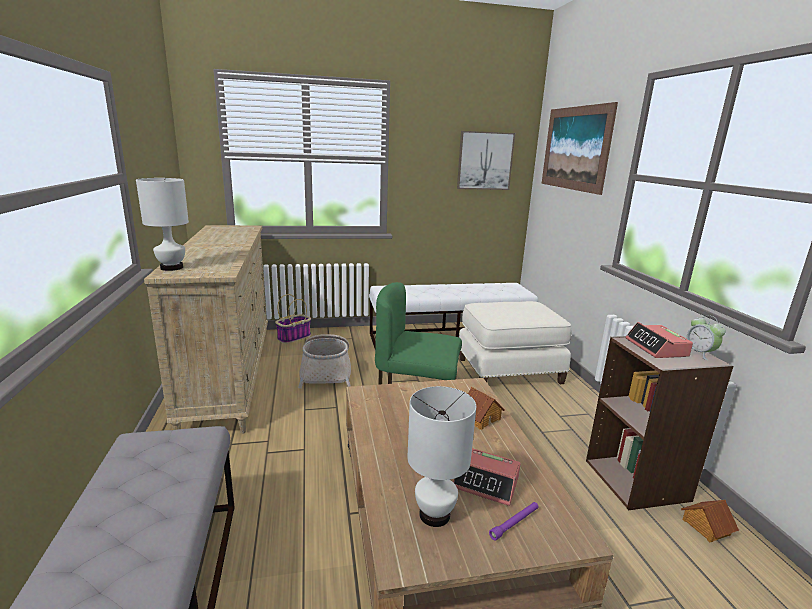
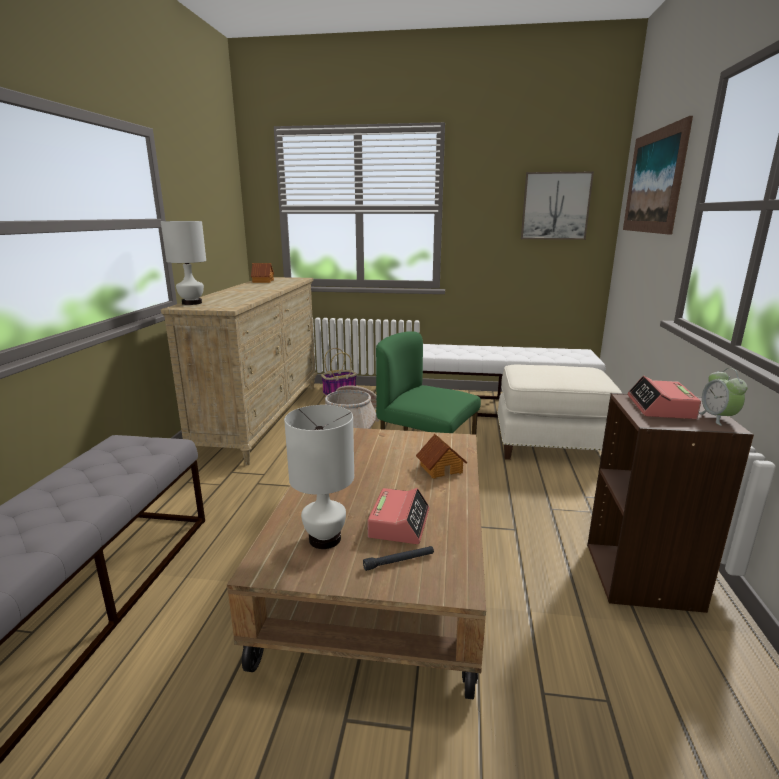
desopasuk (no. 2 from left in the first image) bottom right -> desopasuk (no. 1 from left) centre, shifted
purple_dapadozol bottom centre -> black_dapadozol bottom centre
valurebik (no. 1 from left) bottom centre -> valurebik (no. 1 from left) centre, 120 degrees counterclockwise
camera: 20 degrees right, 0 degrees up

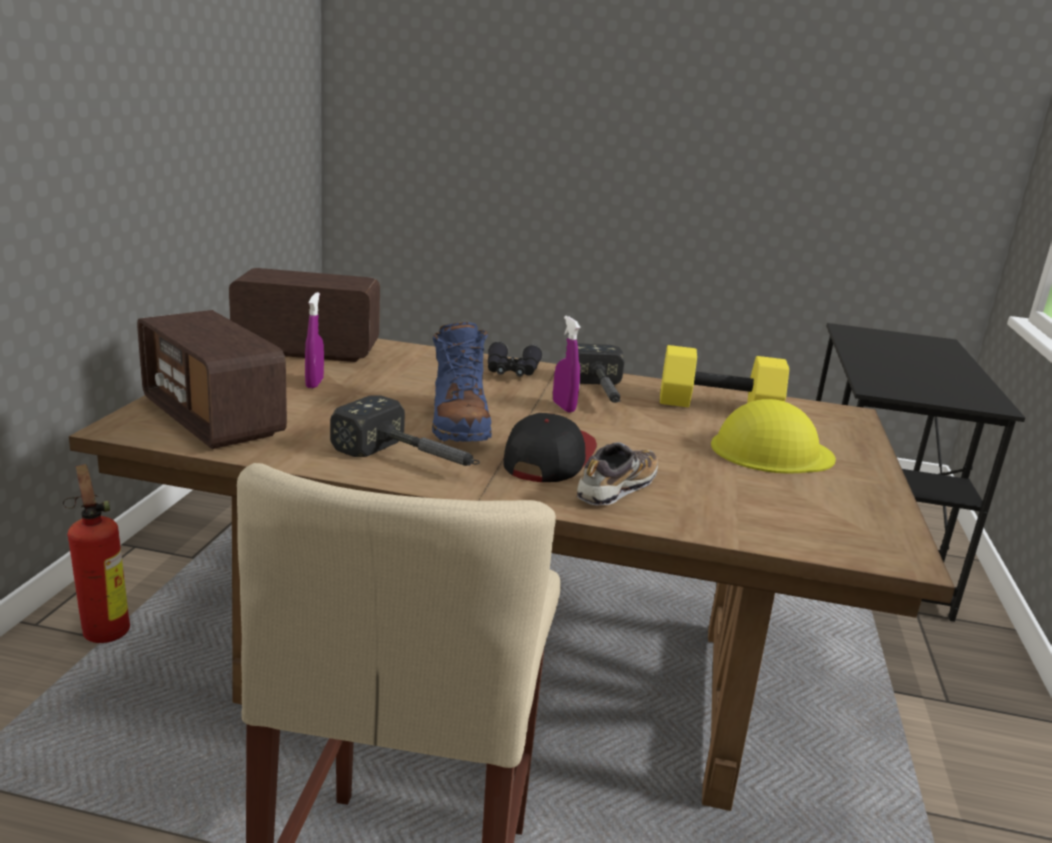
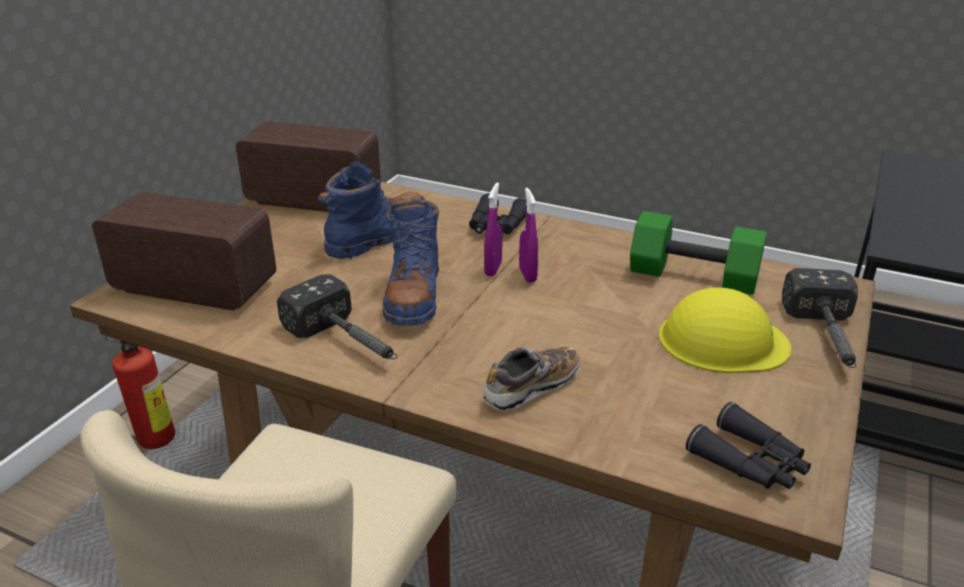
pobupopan (no. 1 from left) middle left, 135 degrees clockwise
none -> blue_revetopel (no. 1 from left) centre
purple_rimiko (no. 1 from left) middle left -> purple_rimiko (no. 1 from left) centre, shifted
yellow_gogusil middle right -> green_gogusil middle right
none -> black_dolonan (no. 2 from left) bottom right
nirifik (no. 2 from left) centre -> nirifik (no. 2 from left) middle right, shifted
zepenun centre -> none
camera: 15 degrees right, 10 degrees up

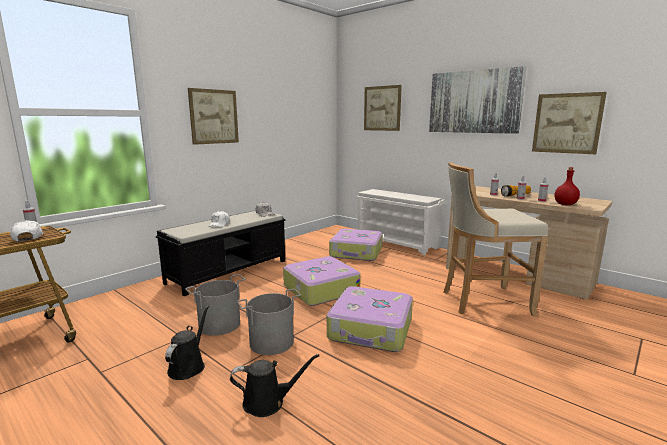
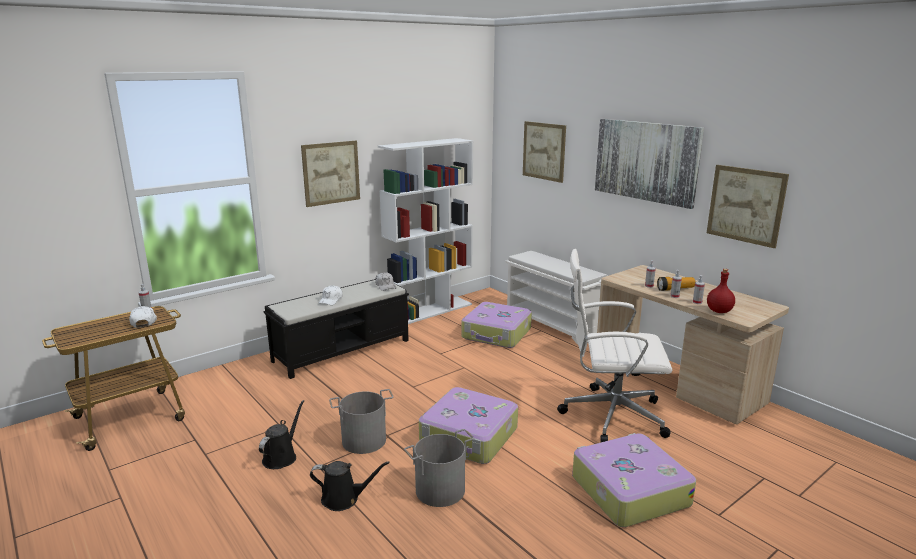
none -> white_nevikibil centre
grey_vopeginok (no. 1 from left in the first image) bottom left -> grey_vopeginok (no. 2 from left) bottom centre, shifted
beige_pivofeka middle right -> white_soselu middle right
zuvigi (no. 1 from left in the first image) centre -> zuvigi (no. 3 from left) bottom right, shifted
camera: 10 degrees right, 5 degrees up

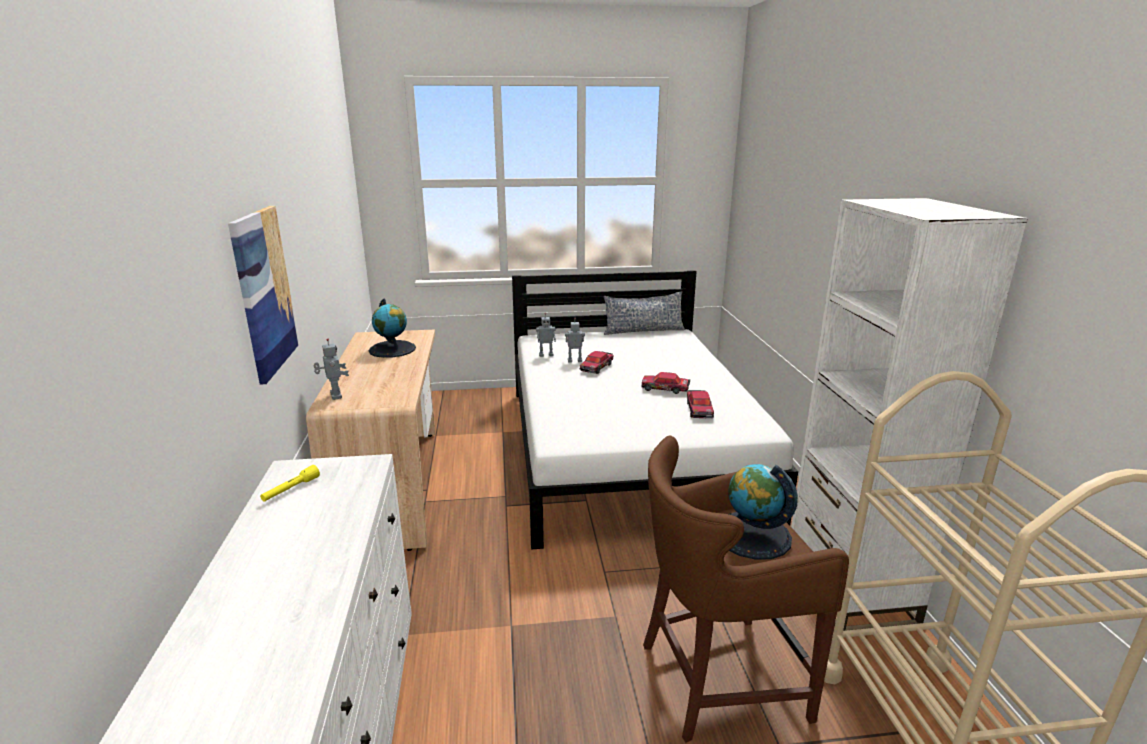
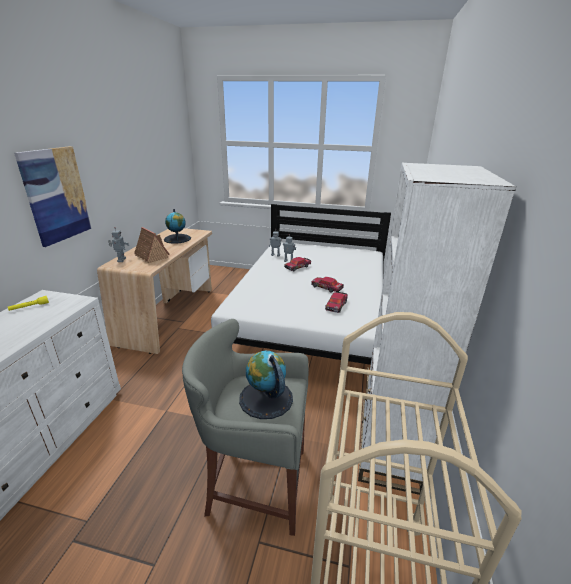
none -> desopasuk middle left
brown_pivofeka bottom centre -> grey_pivofeka bottom centre
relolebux centre -> none
camera: 20 degrees right, 5 degrees up

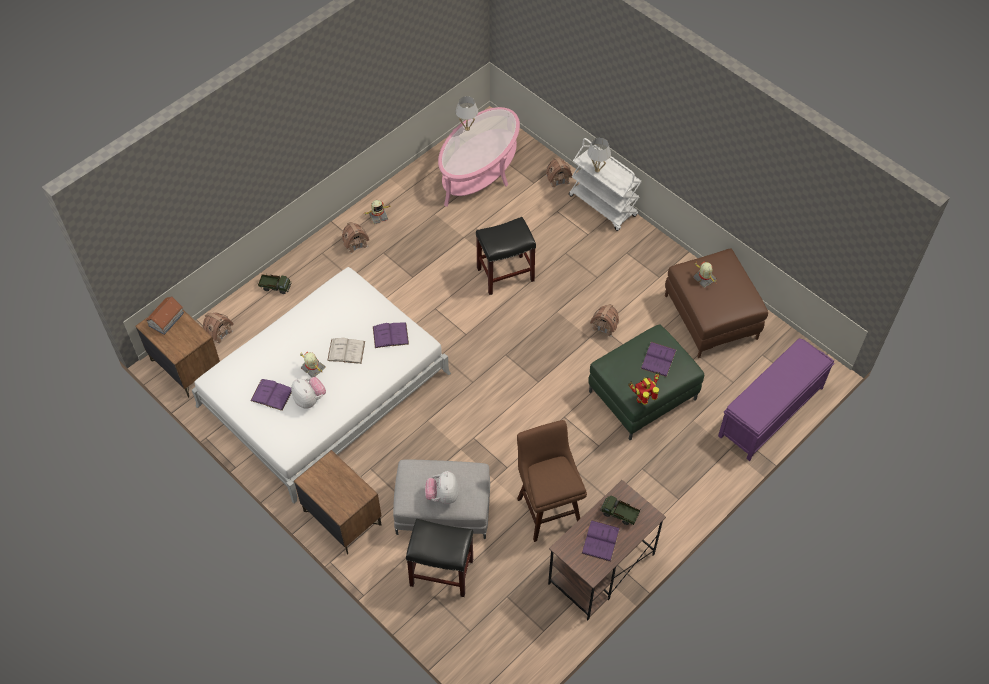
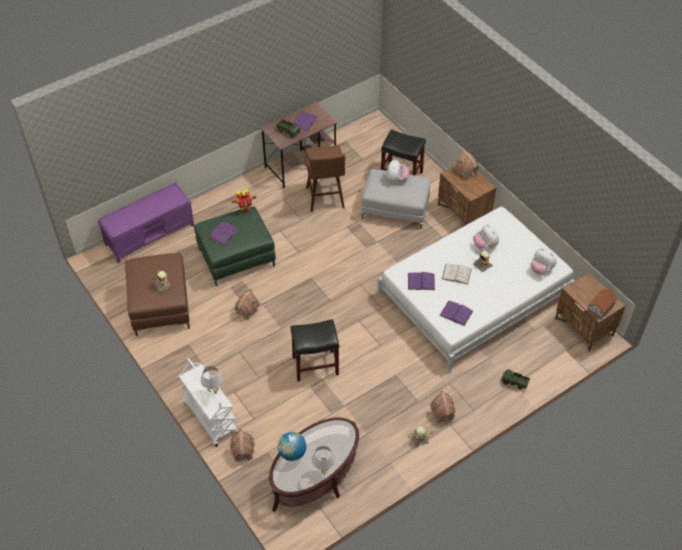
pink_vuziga top centre -> brown_vuziga bottom centre
none -> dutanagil bottom centre
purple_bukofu (no. 1 from left in the first image) middle left -> purple_bukofu (no. 4 from left) middle right, shifted
desopasuk (no. 2 from left in the first image) middle left -> desopasuk (no. 4 from left) top right, shifted
none -> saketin (no. 3 from left) middle right
camera: 170 degrees left, 5 degrees down

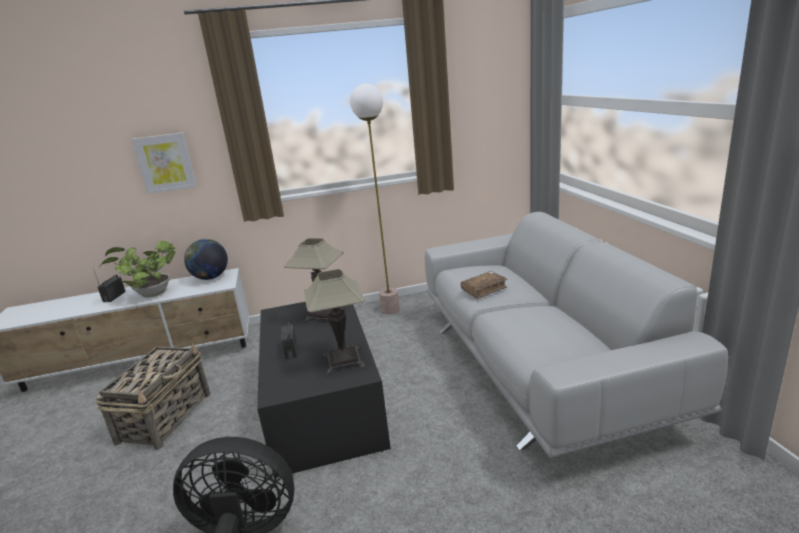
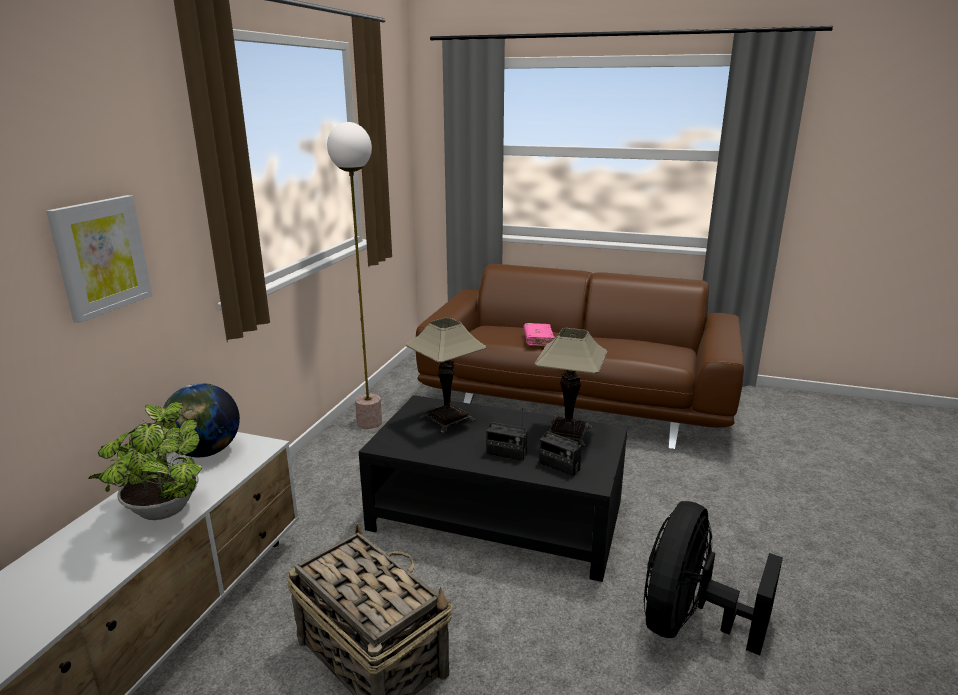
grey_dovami middle right -> brown_dovami centre
brown_bukofu centre -> pink_bukofu centre
pobupopan (no. 1 from left in the first image) middle left -> pobupopan (no. 2 from left) centre, shifted
camera: 60 degrees left, 0 degrees up

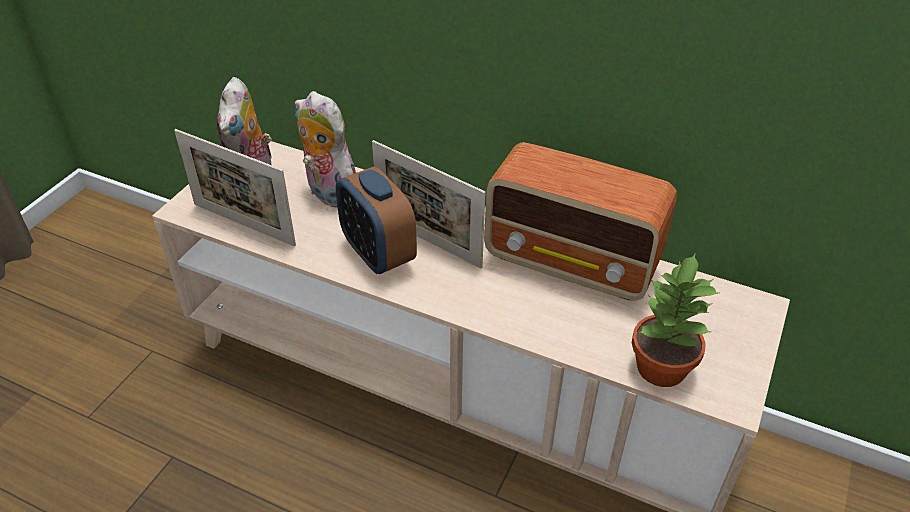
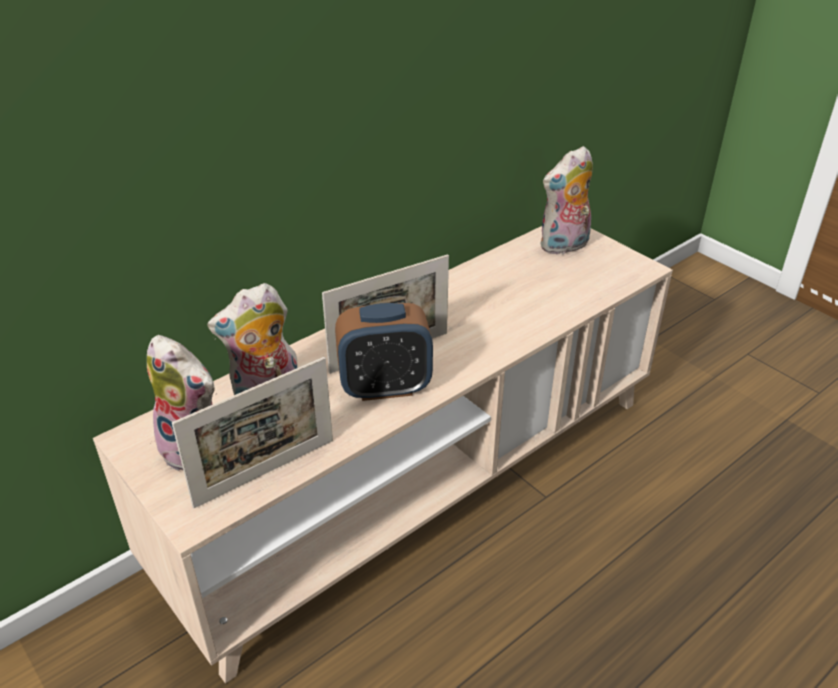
none -> saketin (no. 3 from left) top right
pobupopan centre -> none
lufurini middle right -> none
camera: 65 degrees left, 5 degrees down

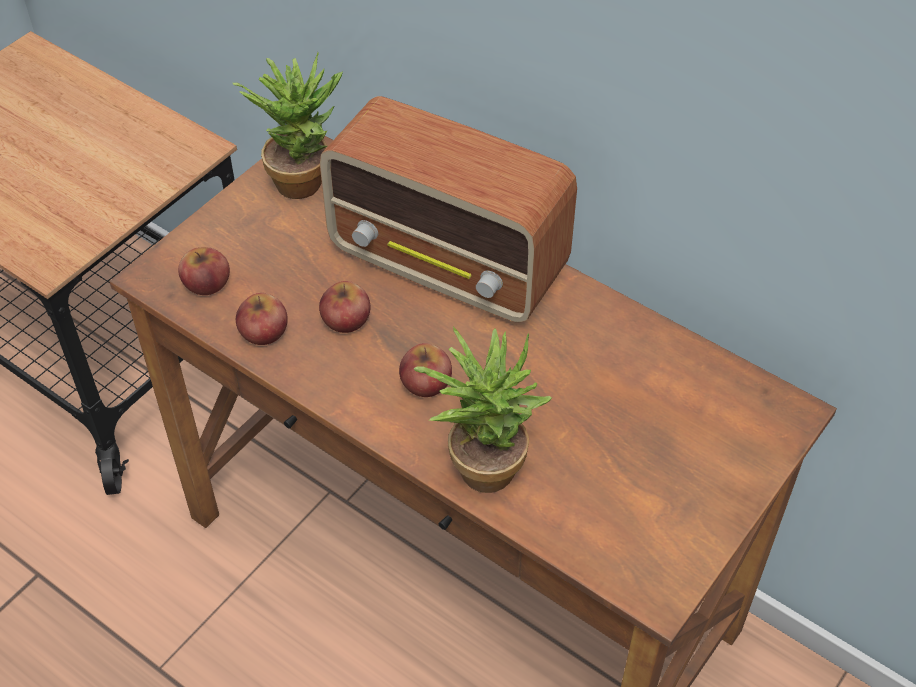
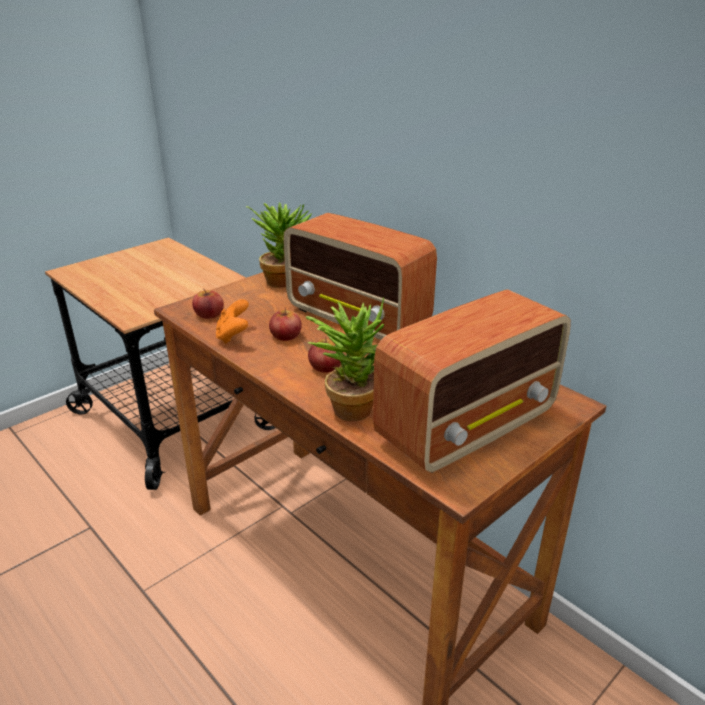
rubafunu (no. 2 from left) middle left -> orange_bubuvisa middle left
none -> pobupopan (no. 2 from left) middle right
camera: 10 degrees right, 20 degrees down

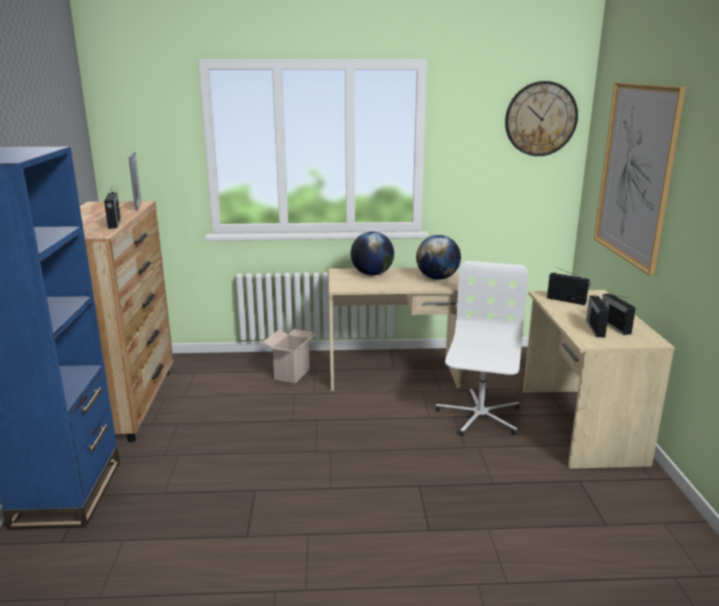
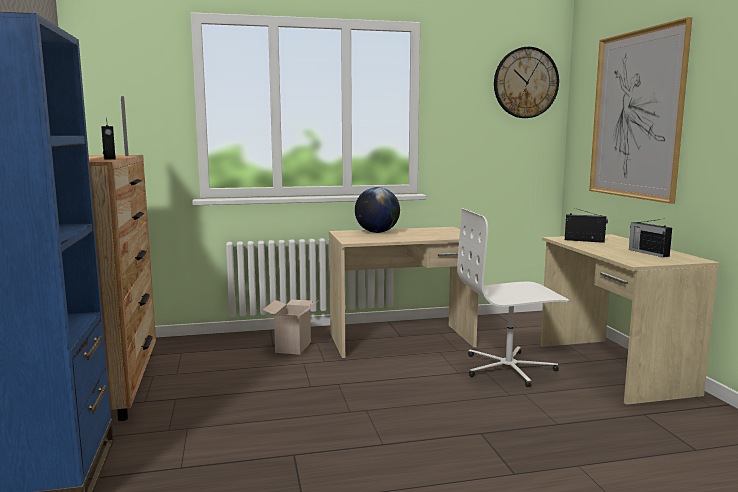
white_soselu middle right, 105 degrees counterclockwise
dutanagil (no. 2 from left) centre -> none
pobupopan (no. 3 from left) middle right -> none
camera: 10 degrees left, 10 degrees down

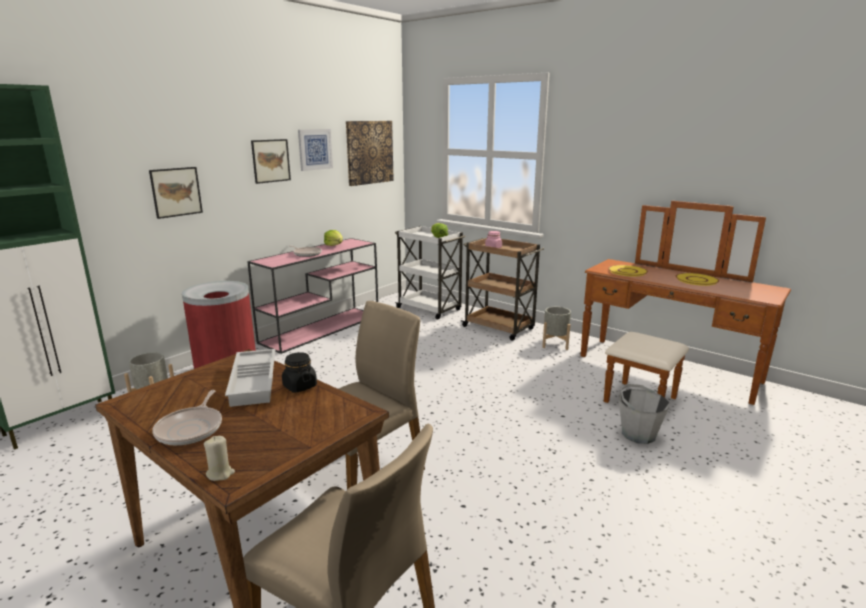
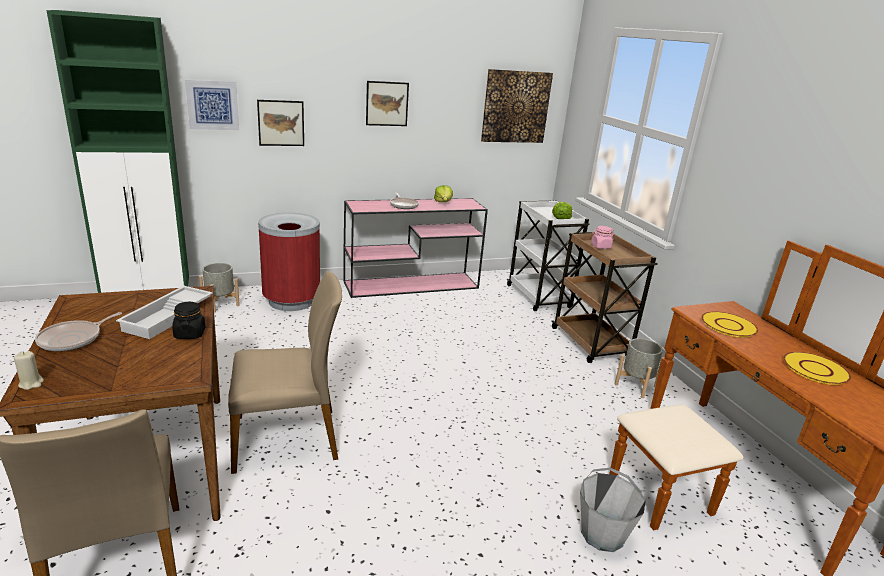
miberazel (no. 3 from left in the first image) top centre -> miberazel (no. 1 from left) top left, shifted
camera: 30 degrees right, 5 degrees up

